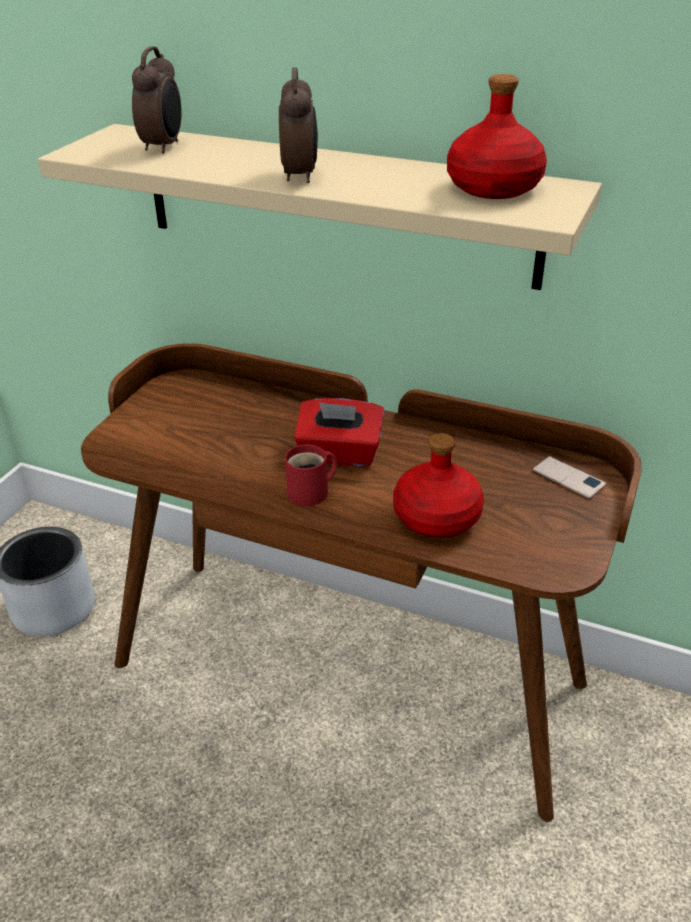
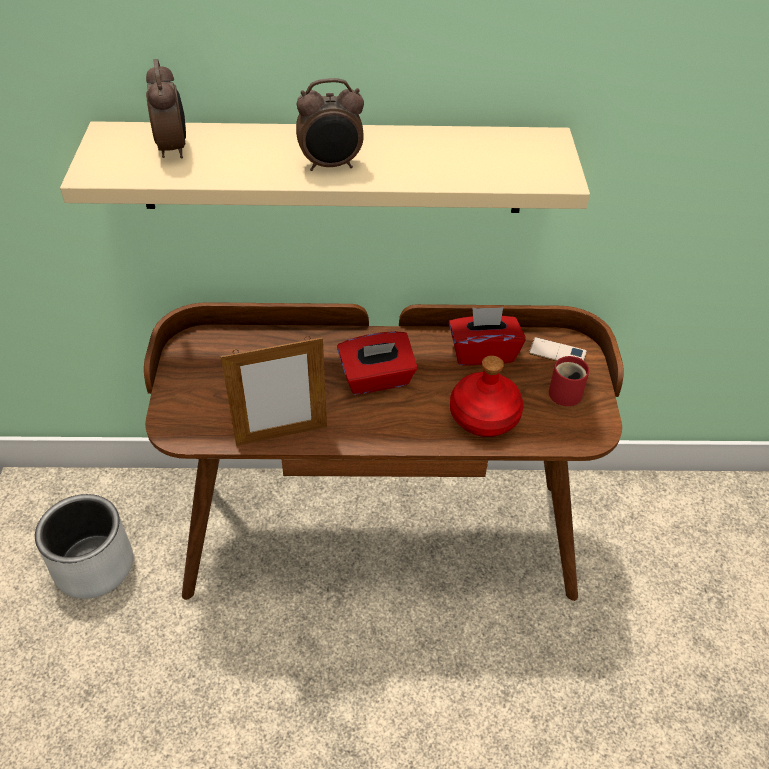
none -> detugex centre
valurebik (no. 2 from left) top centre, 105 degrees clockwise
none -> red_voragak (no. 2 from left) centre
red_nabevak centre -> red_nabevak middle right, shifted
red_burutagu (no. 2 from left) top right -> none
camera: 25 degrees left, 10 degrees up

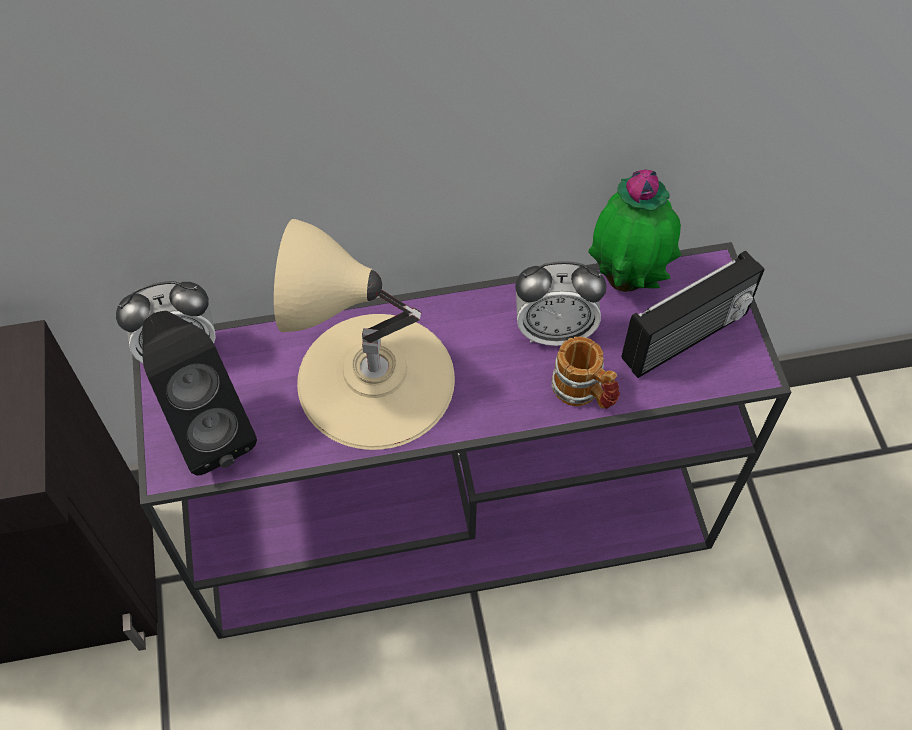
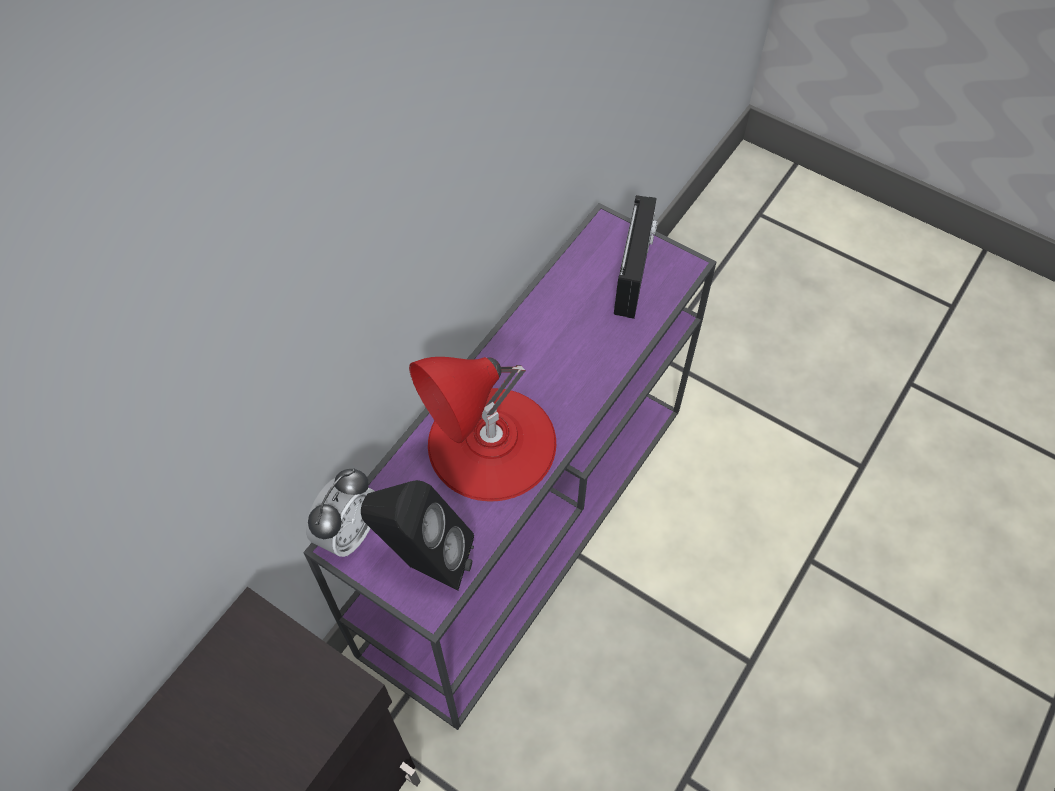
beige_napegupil centre -> red_napegupil centre
valurebik (no. 2 from left) centre -> none
nabevak centre -> none
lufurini top right -> none
camera: 45 degrees left, 0 degrees up

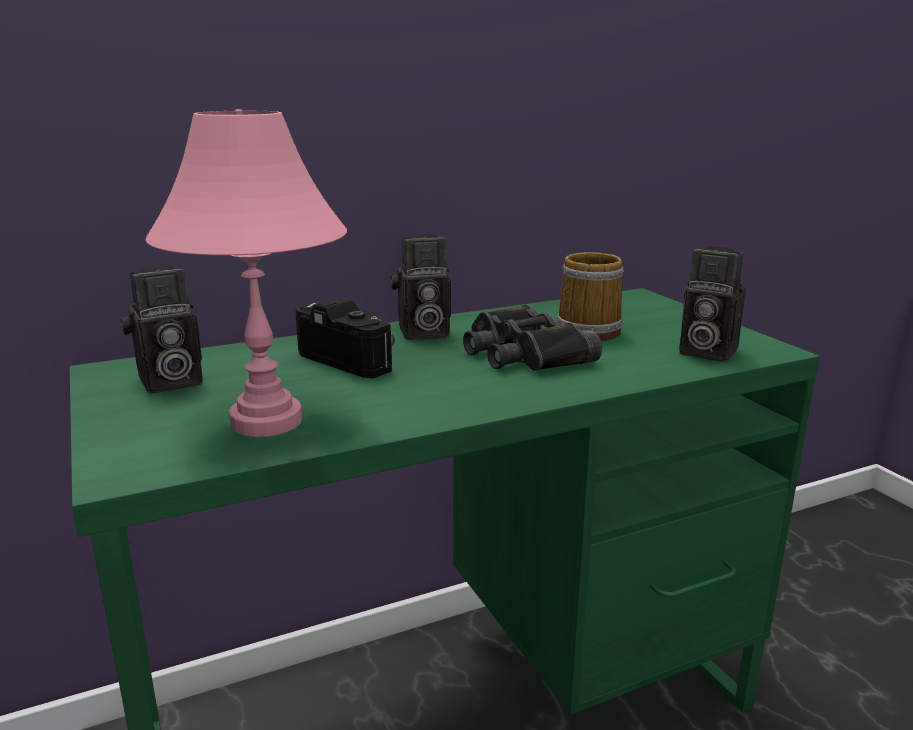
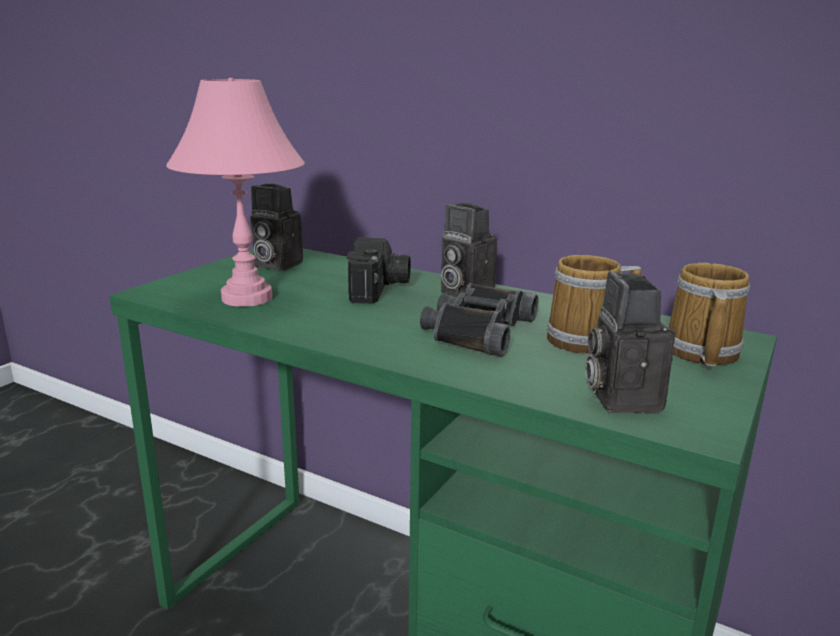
none -> nabevak (no. 2 from left) middle right
camera: 55 degrees right, 0 degrees up

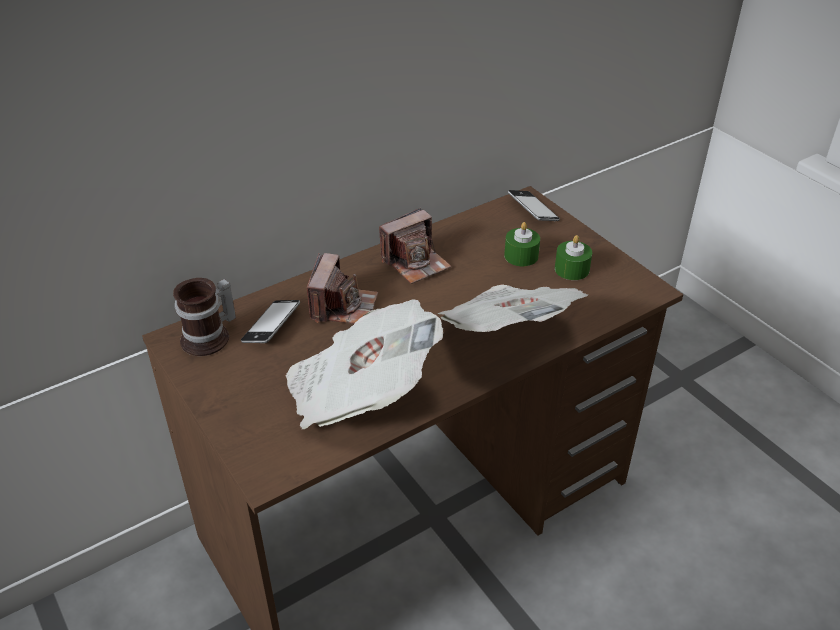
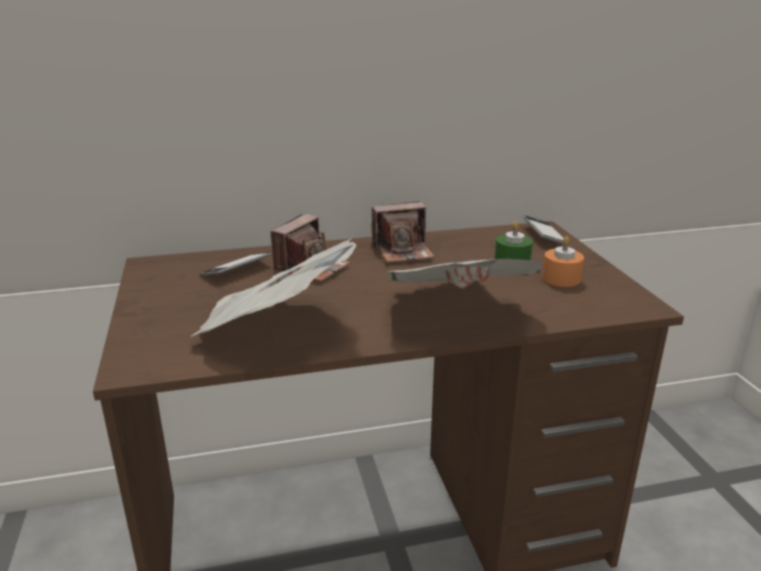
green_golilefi (no. 2 from left) middle right -> orange_golilefi middle right
nabevak middle left -> none
camera: 20 degrees right, 15 degrees down

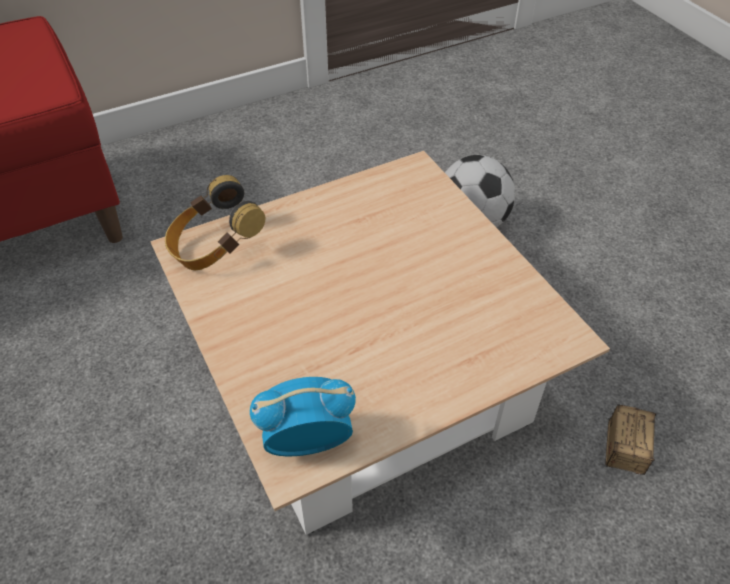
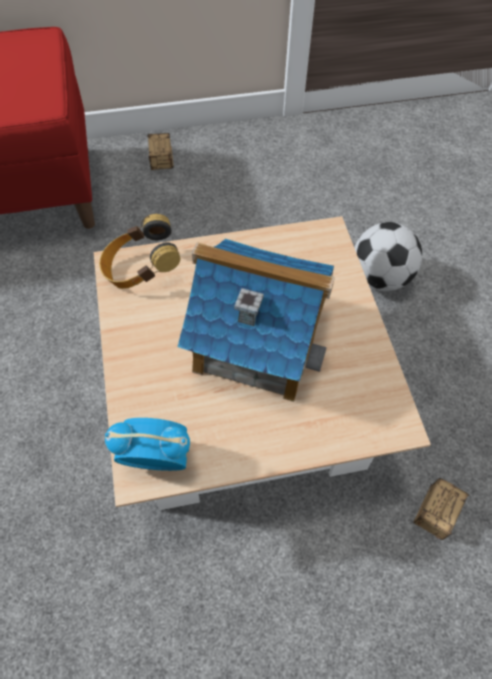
none -> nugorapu (no. 1 from left) top left
none -> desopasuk centre
camera: 15 degrees right, 10 degrees up

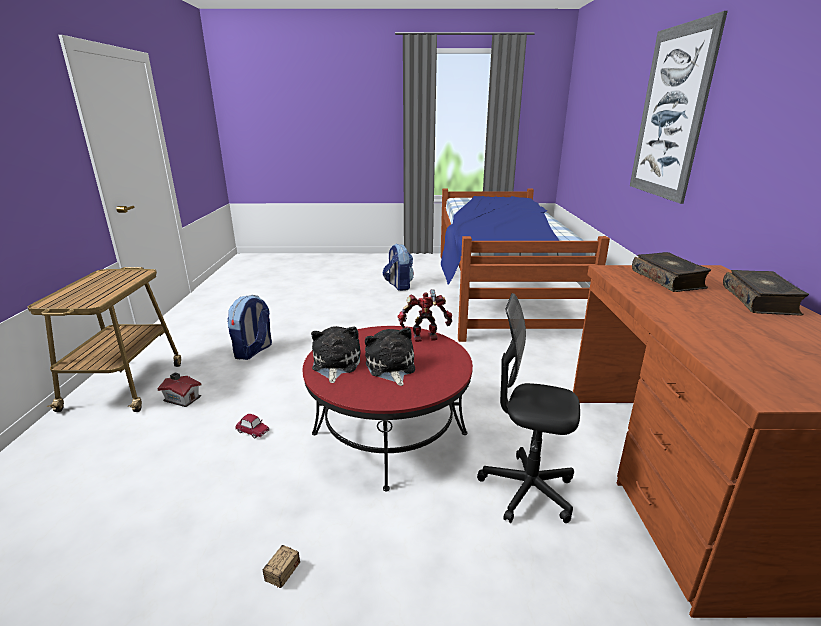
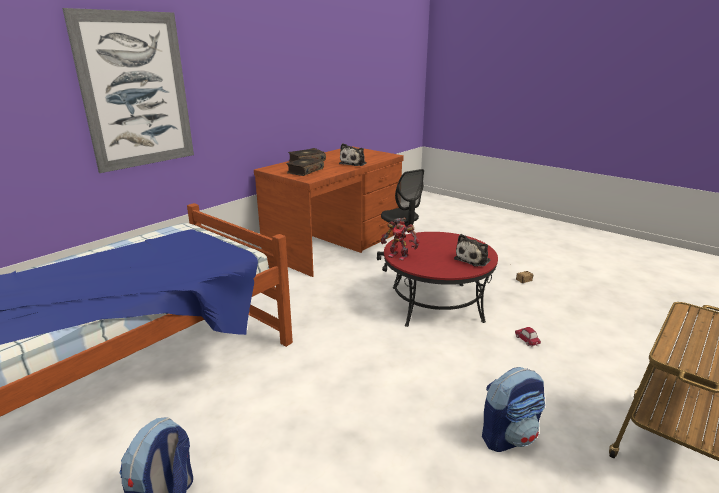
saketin (no. 2 from left in the first image) centre -> saketin (no. 1 from left) top centre, shifted
desopasuk middle left -> none
camera: 140 degrees left, 0 degrees up

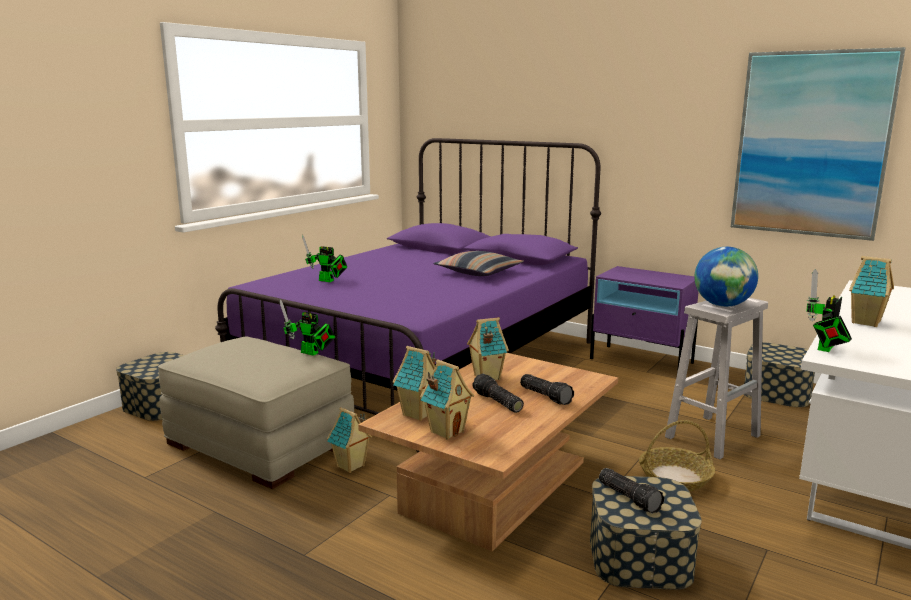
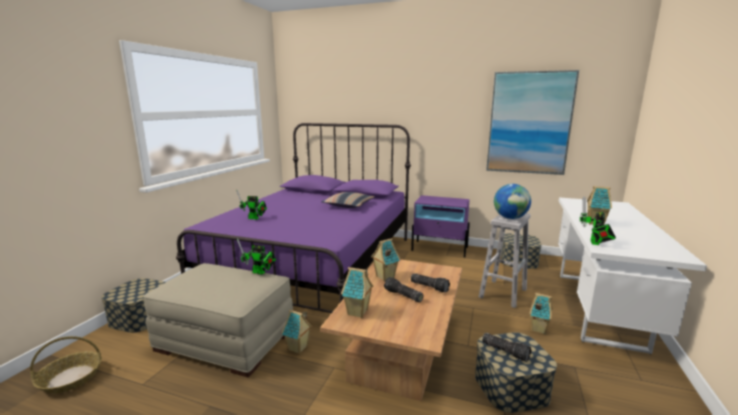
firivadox bottom right -> firivadox bottom left, shifted
desopasuk (no. 3 from left in the first image) centre -> desopasuk (no. 4 from left) bottom right, shifted
camera: 15 degrees left, 0 degrees up

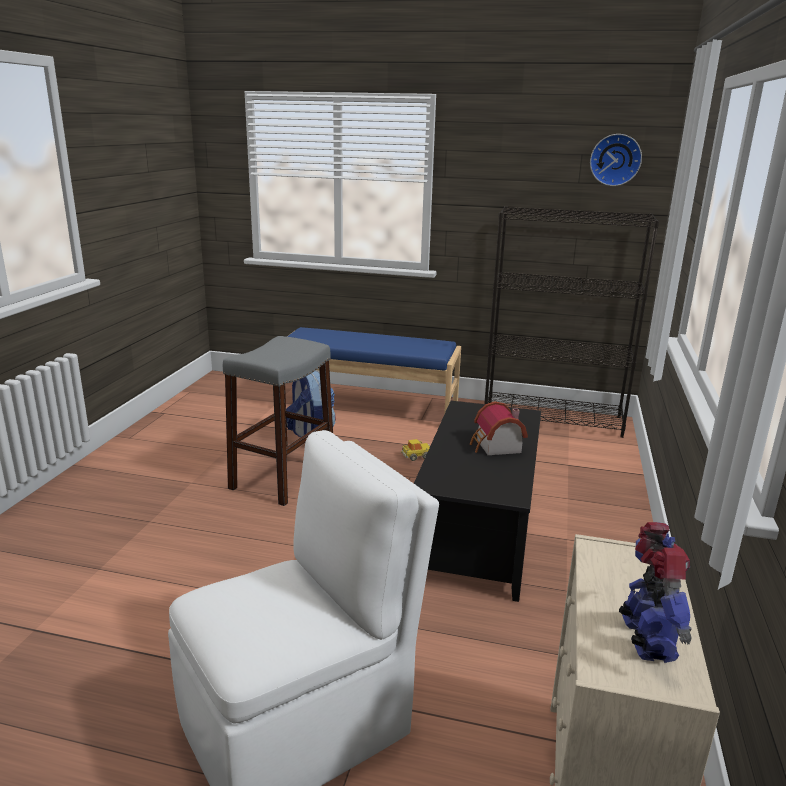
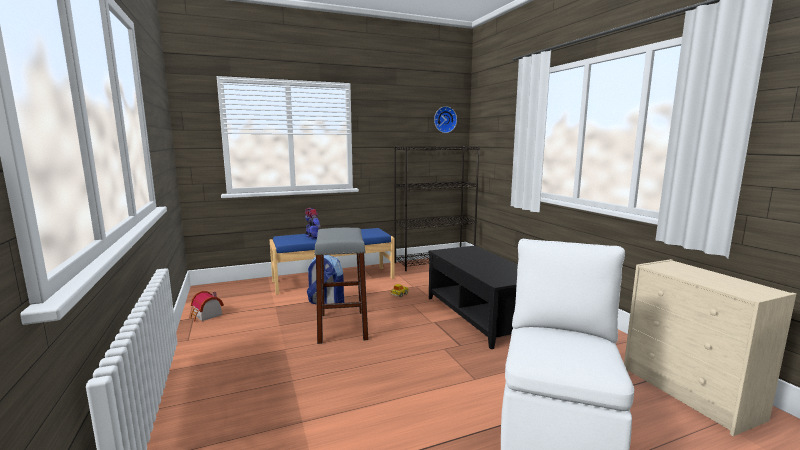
desopasuk centre -> desopasuk bottom left, shifted
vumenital bottom right -> vumenital centre, shifted
camera: 35 degrees left, 10 degrees down

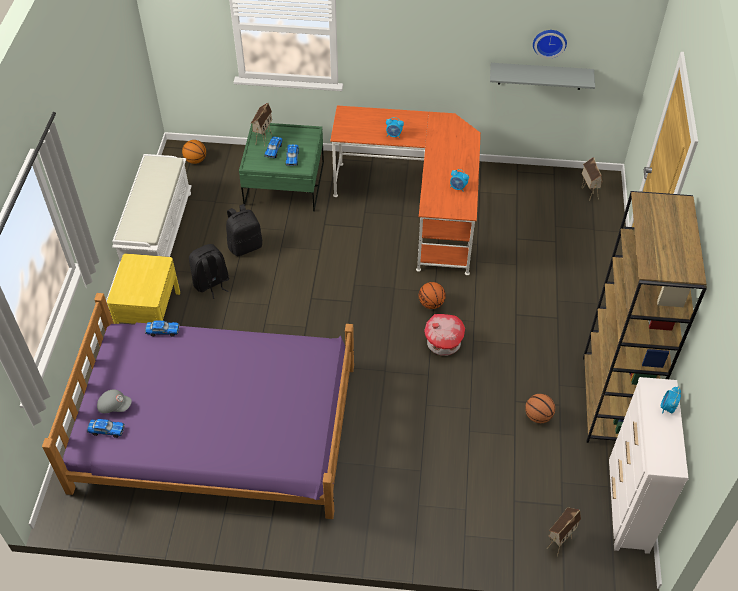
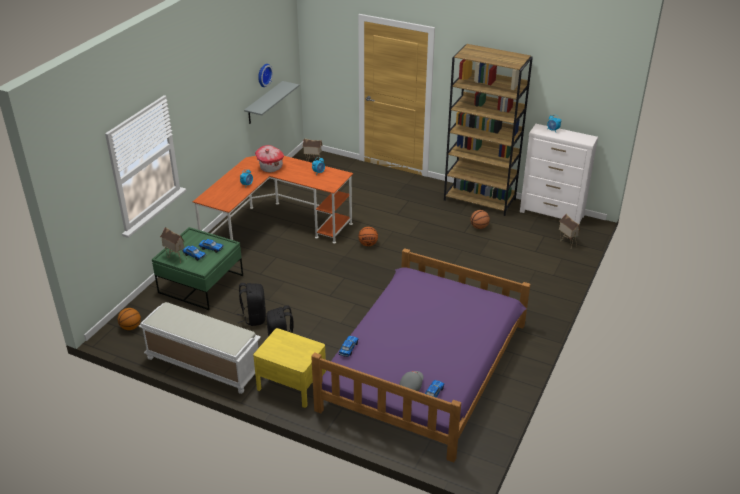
desopasuk (no. 2 from left) centre -> desopasuk (no. 2 from left) top centre, shifted
camera: 70 degrees left, 15 degrees down

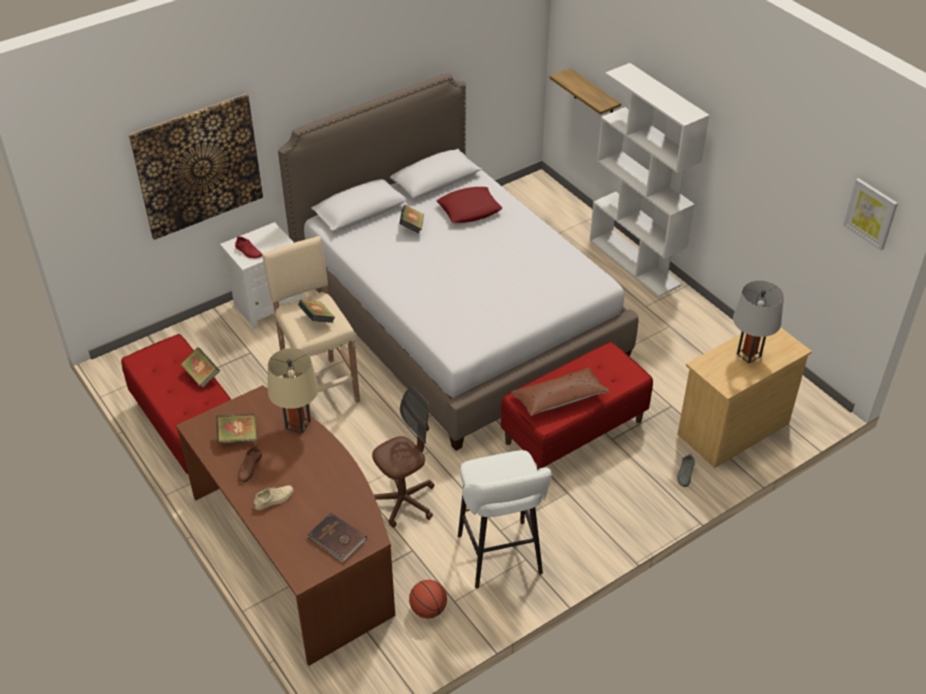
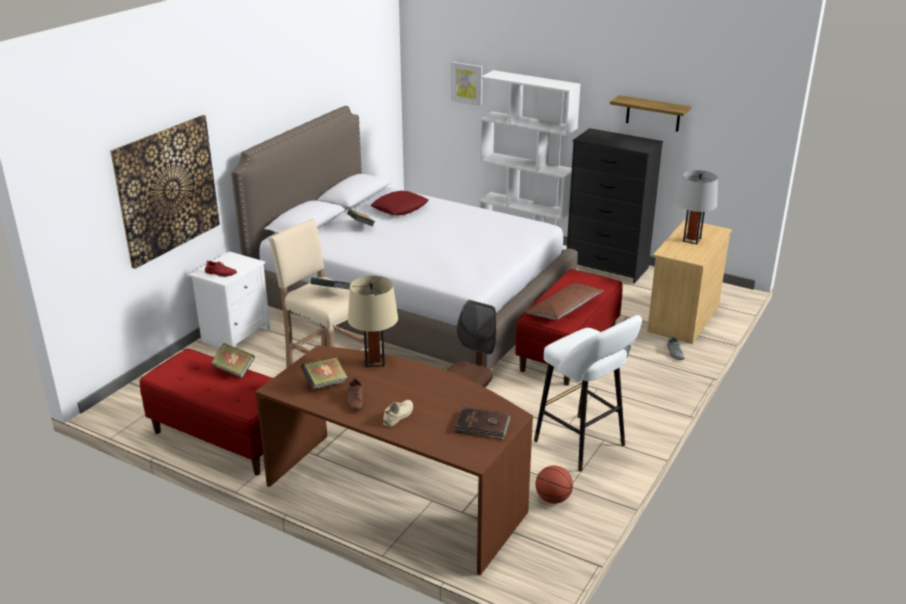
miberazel (no. 2 from left) top right -> miberazel (no. 2 from left) top centre, shifted
none -> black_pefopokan middle right
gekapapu top centre -> gekapapu top right, shifted
camera: 25 degrees left, 15 degrees down

